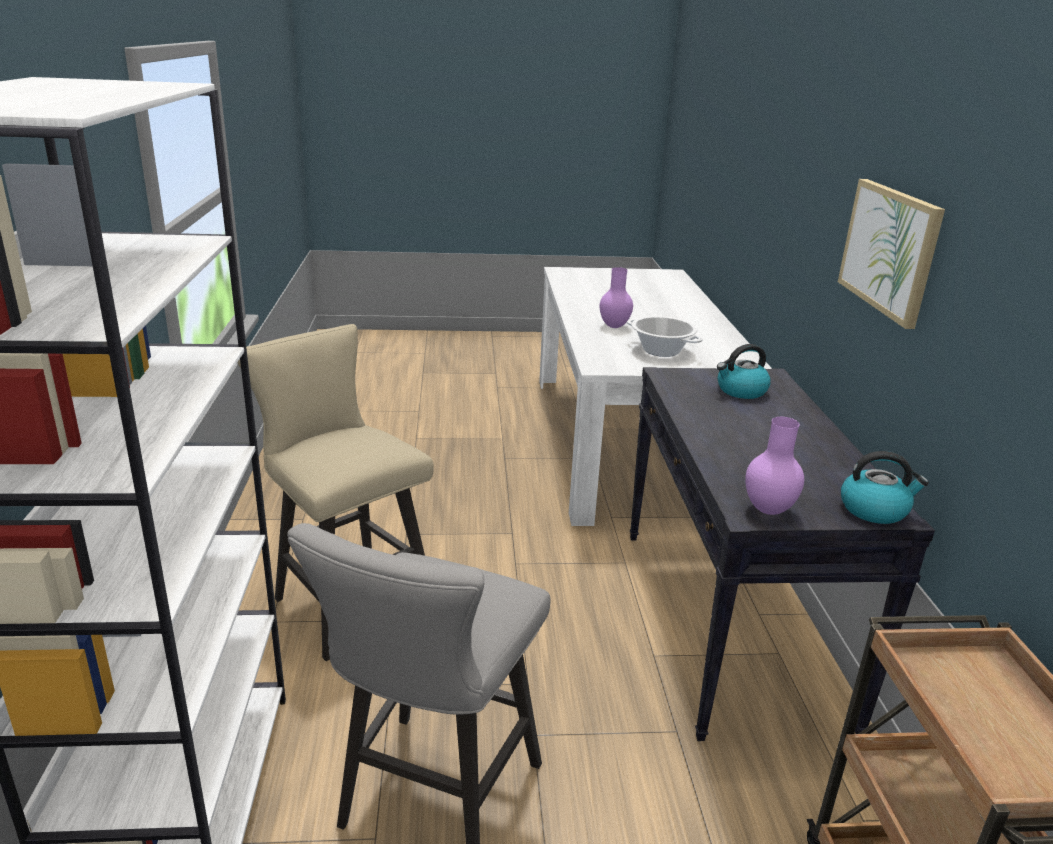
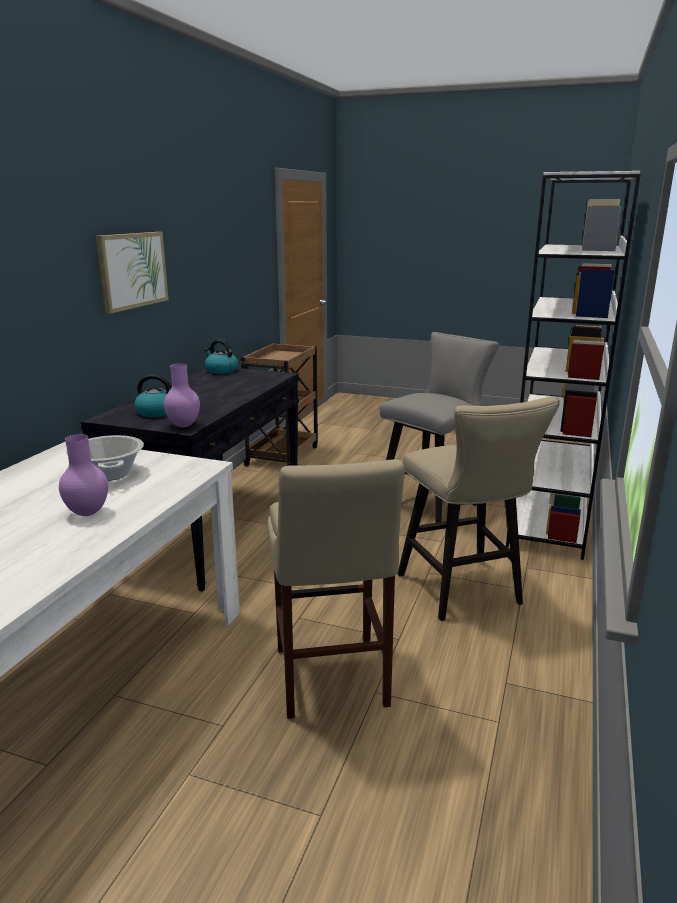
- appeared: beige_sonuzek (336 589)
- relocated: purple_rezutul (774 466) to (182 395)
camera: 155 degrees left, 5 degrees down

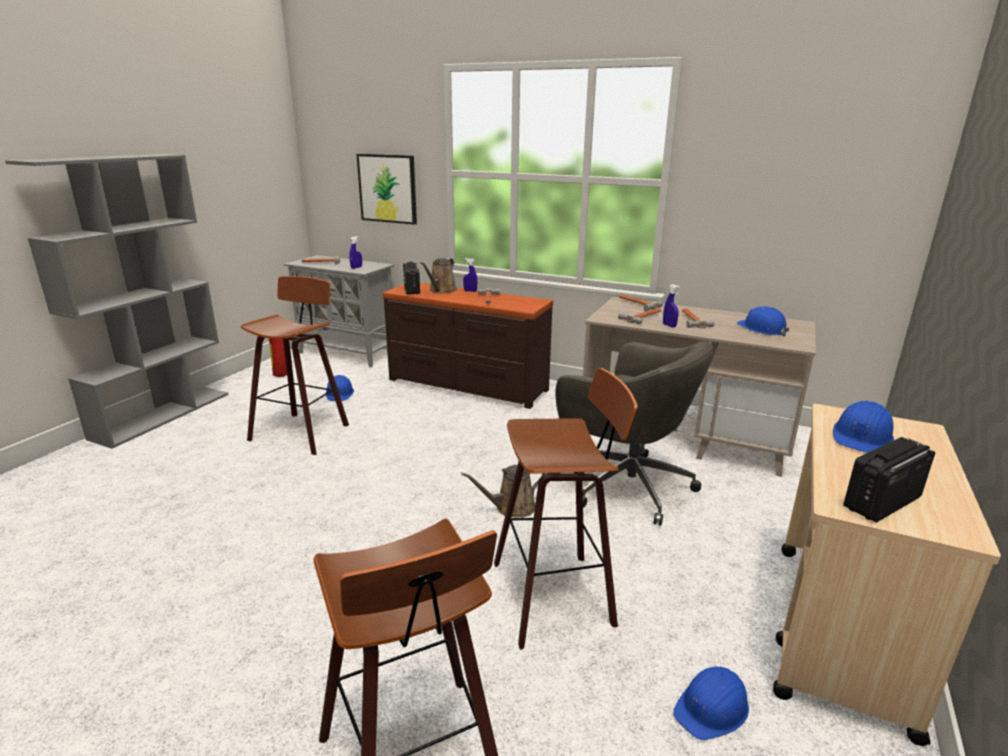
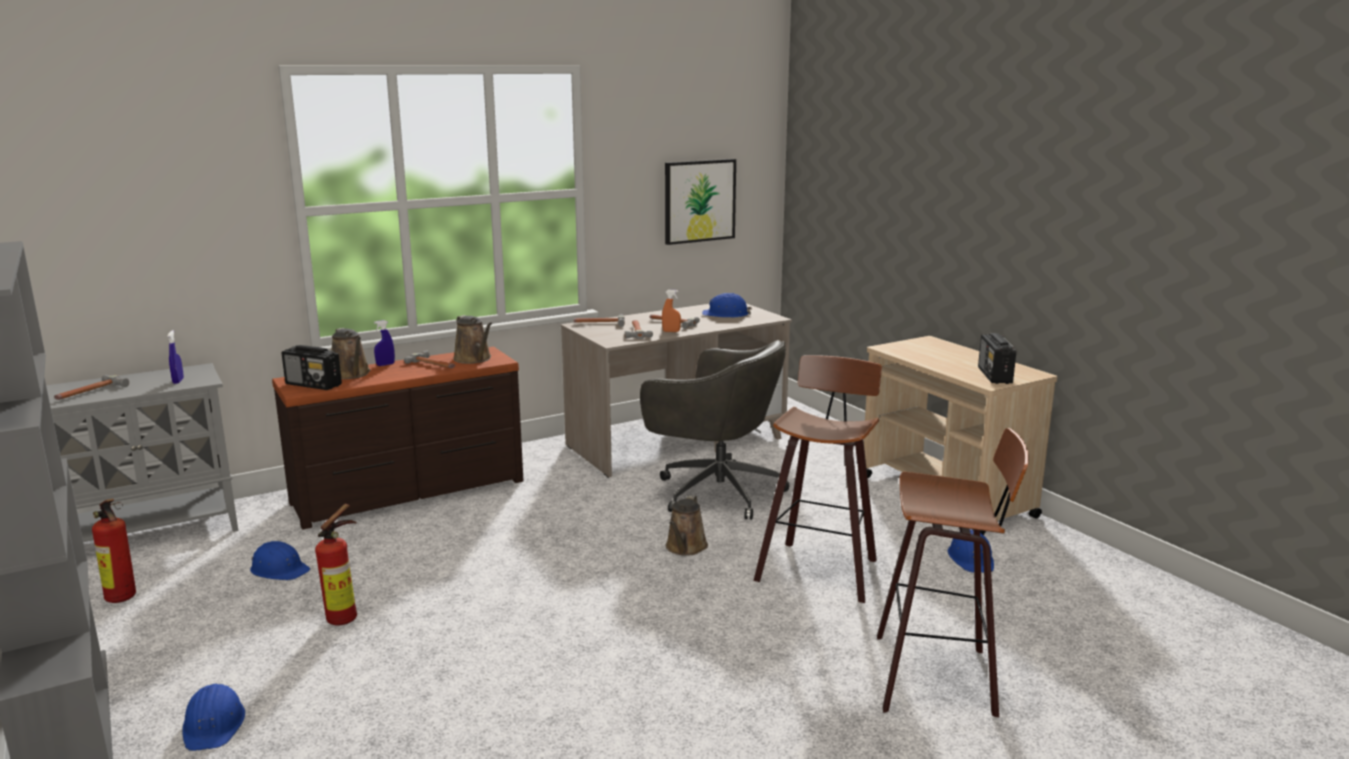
- appeared: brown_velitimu (472 339)
- relocated: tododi (386 189) to (700 202)
- relocated: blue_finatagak (863 427) to (214 717)
- exchanged: sonuzek (295 365) to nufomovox (336 564)
- colour: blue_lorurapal (671 306) to orange_lorurapal (671 311)
- spun: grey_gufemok (634 434) = (714 430) 45 degrees clockwise
camera: 55 degrees left, 5 degrees down

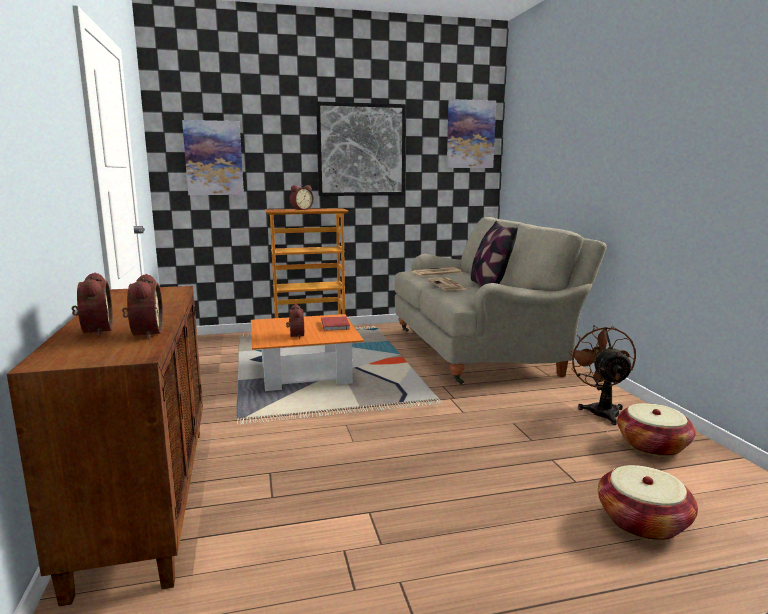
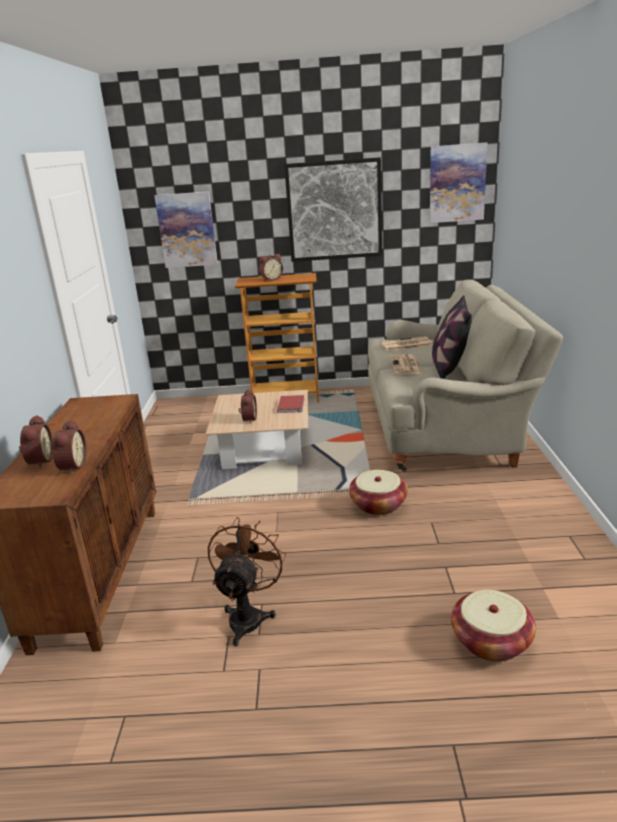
- relocated: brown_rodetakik (602 375) to (247 581)
- relocated: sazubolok (656 430) to (378 492)
- colour: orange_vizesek (307 352) to beige_vizesek (256 429)
camera: 15 degrees right, 10 degrees up

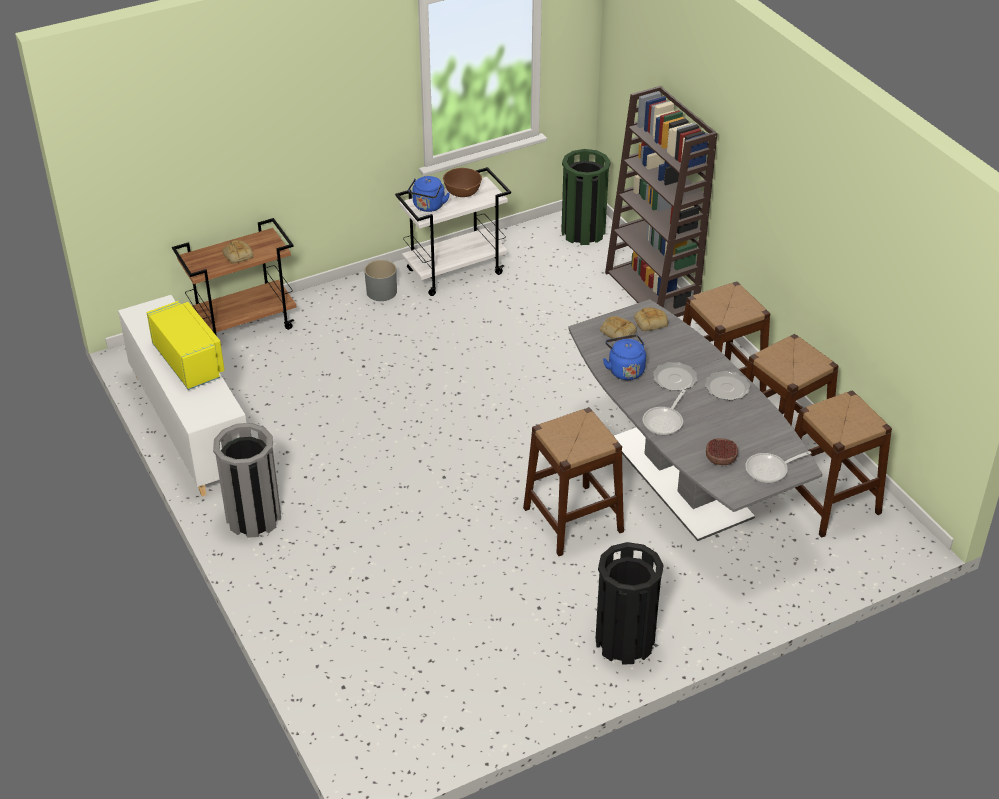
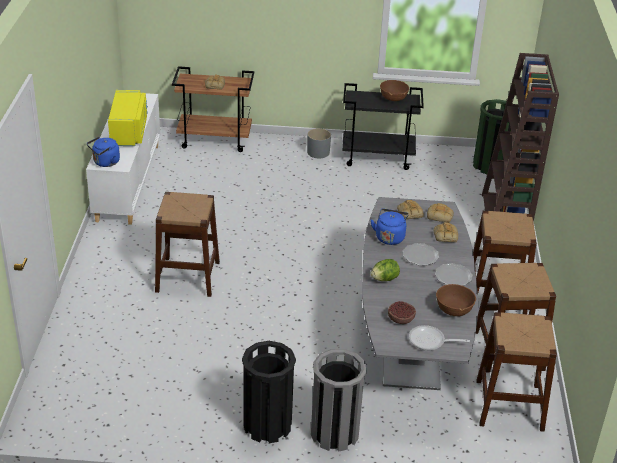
- appeared: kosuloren (446 232)
- appeared: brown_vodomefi (456 300)
- relocated: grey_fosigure (247 480) to (339 400)
- relocated: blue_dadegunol (429 194) to (103 151)
- relocated: brown_sonuzek (573 481) to (187 244)
- exchanged: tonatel (664 412) to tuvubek (385 270)
- colour: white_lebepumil (453 231) to black_lebepumil (383 126)
camera: 30 degrees right, 5 degrees down

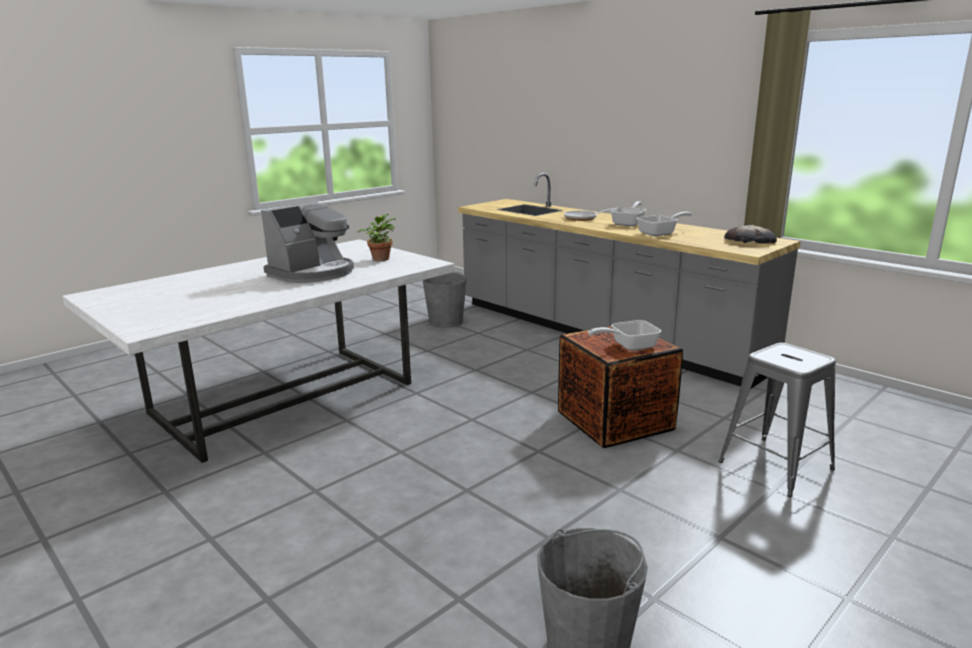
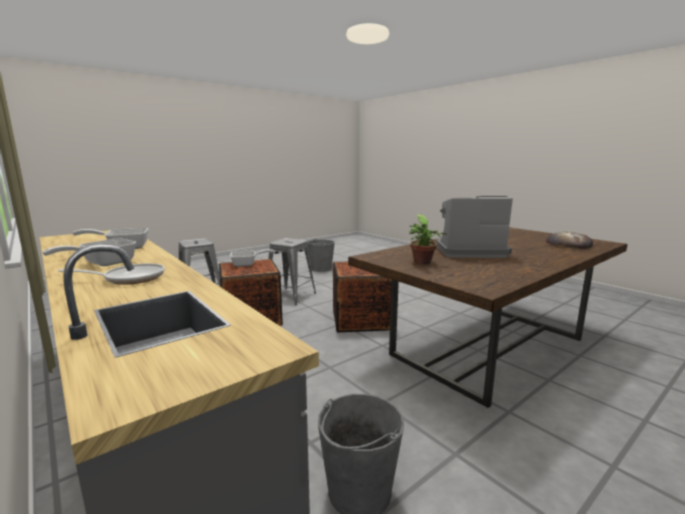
- appeared: grey_sonuzek (292 271)
- appeared: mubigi (362 297)
- relocated: kosuloren (750 234) to (569 240)
- colour: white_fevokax (258 351) to brown_fevokax (487 317)
- spun: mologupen (307 242) = (475 227) 45 degrees clockwise
camera: 175 degrees left, 5 degrees down

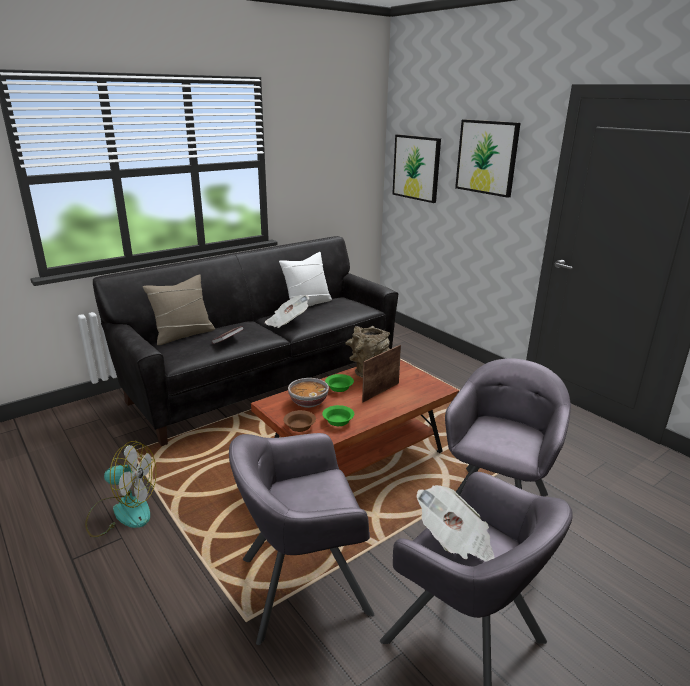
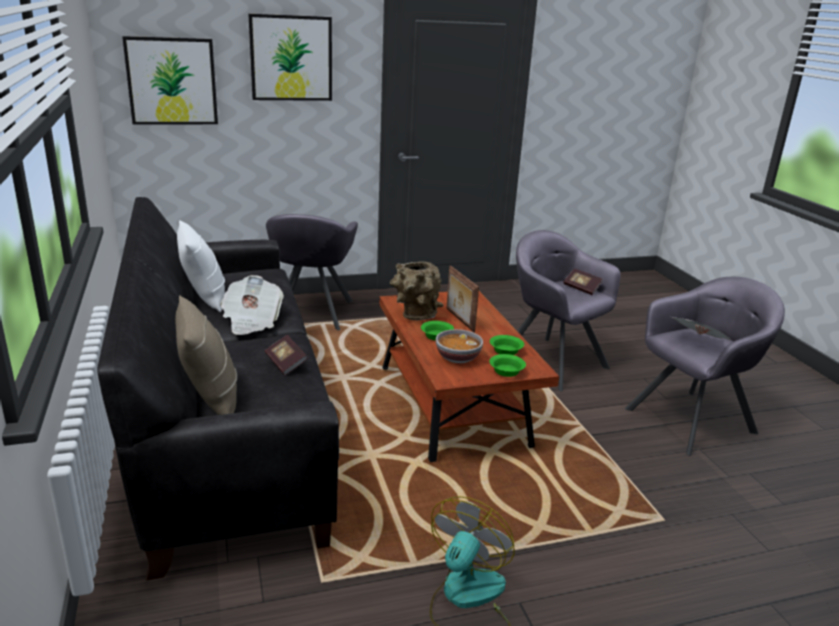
- appeared: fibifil (583 282)
- relocated: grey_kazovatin (302 539) to (312 272)
- colour: brown_vodomefi (299 421) to green_vodomefi (507 365)
camera: 70 degrees left, 0 degrees up

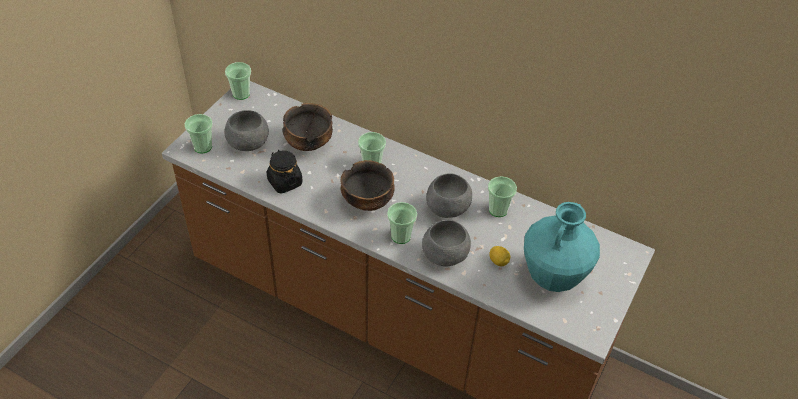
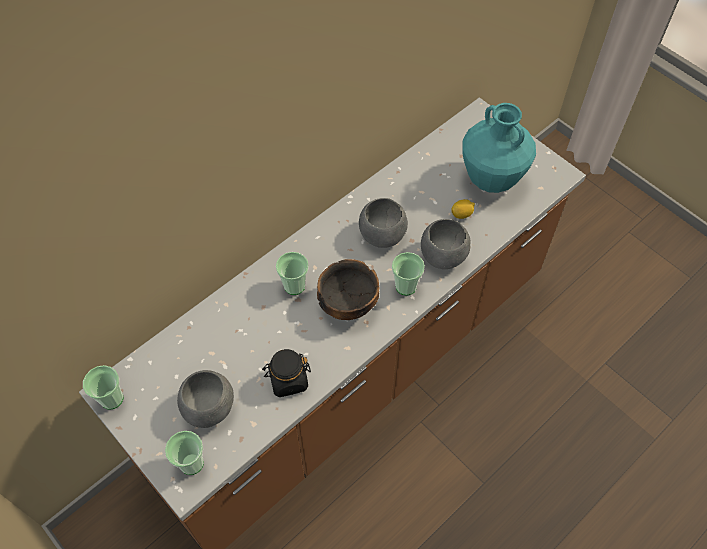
- missing: vodomefi (307 127)
- missing: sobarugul (502 196)
camera: 70 degrees left, 10 degrees up

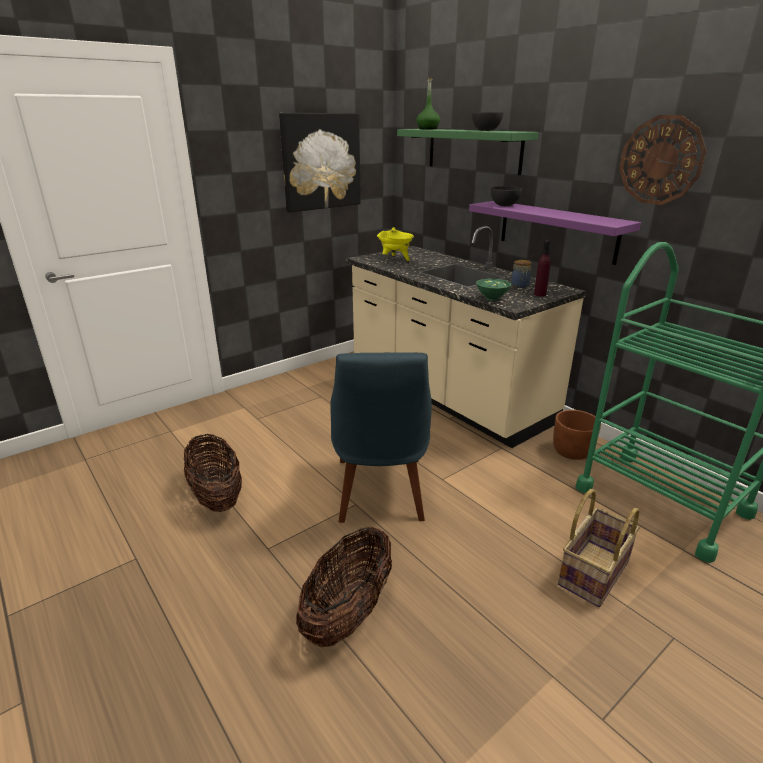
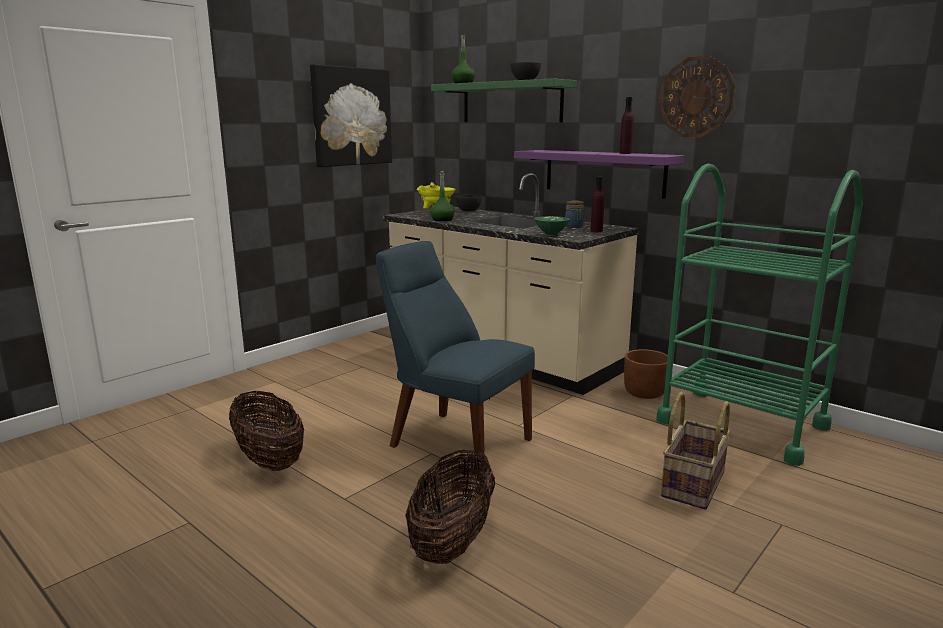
- appeared: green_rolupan (442 196)
- appeared: purple_rolupan (626 125)
- relocated: grey_vodomefi (506 196) to (468 203)
- spun: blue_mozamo (381 437) = (455 360) 135 degrees clockwise
camera: 10 degrees left, 10 degrees down

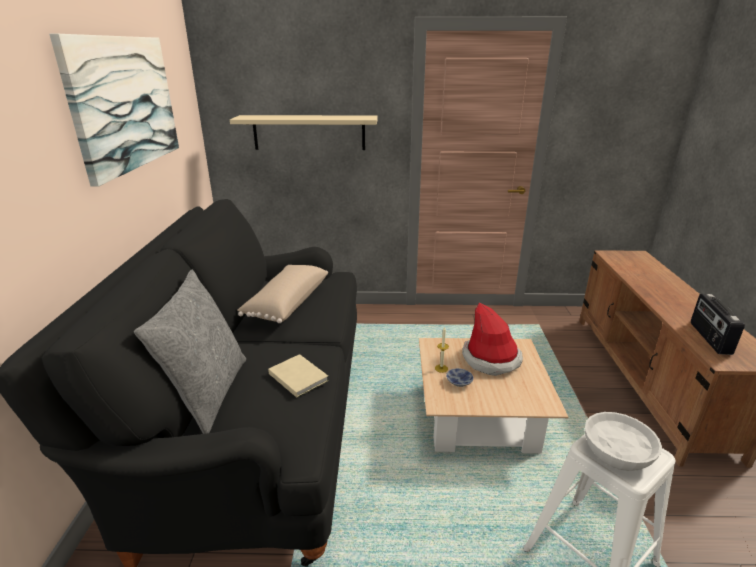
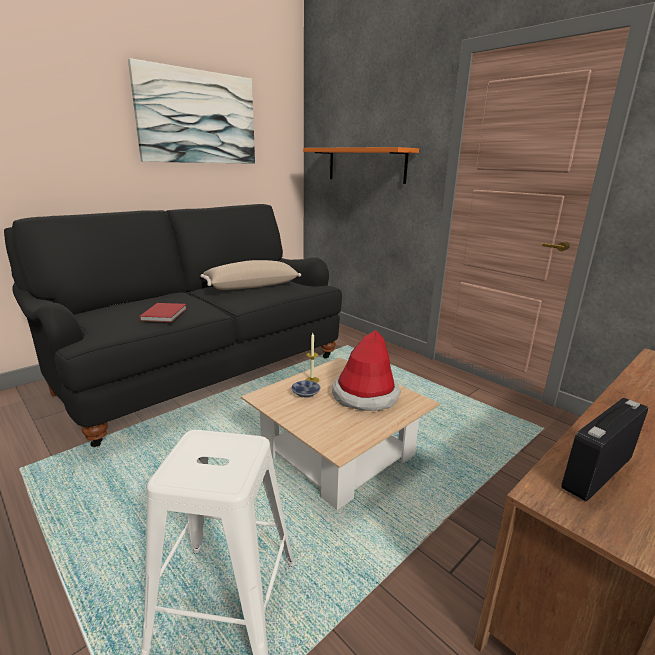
- missing: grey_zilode (190 352)
- missing: white_vodomefi (623 441)
- colour: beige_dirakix (304 132) to orange_dirakix (361 165)
- colour: beige_fibifil (298 375) to red_fibifil (163 312)
camera: 45 degrees right, 5 degrees down

